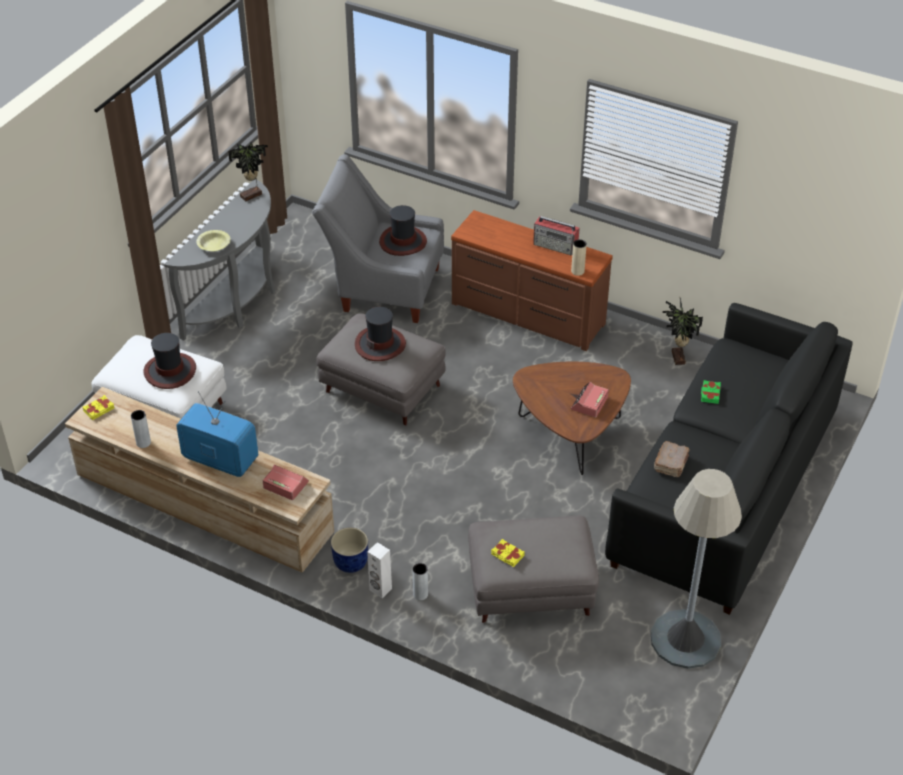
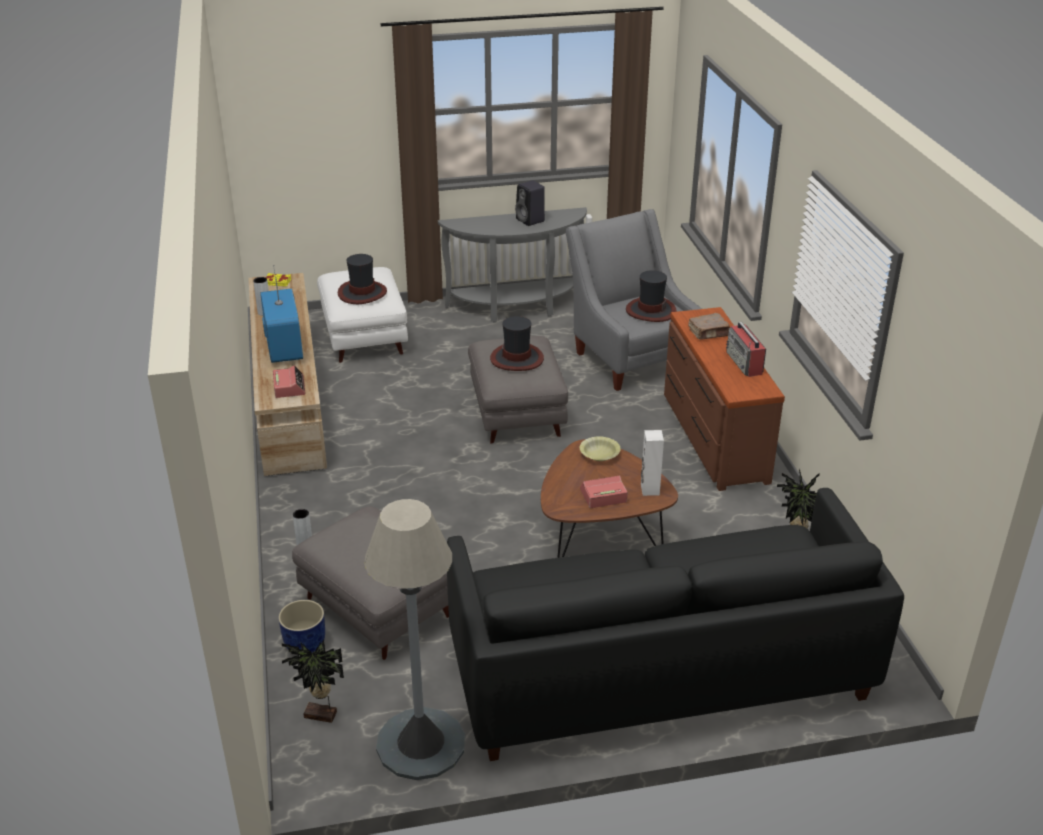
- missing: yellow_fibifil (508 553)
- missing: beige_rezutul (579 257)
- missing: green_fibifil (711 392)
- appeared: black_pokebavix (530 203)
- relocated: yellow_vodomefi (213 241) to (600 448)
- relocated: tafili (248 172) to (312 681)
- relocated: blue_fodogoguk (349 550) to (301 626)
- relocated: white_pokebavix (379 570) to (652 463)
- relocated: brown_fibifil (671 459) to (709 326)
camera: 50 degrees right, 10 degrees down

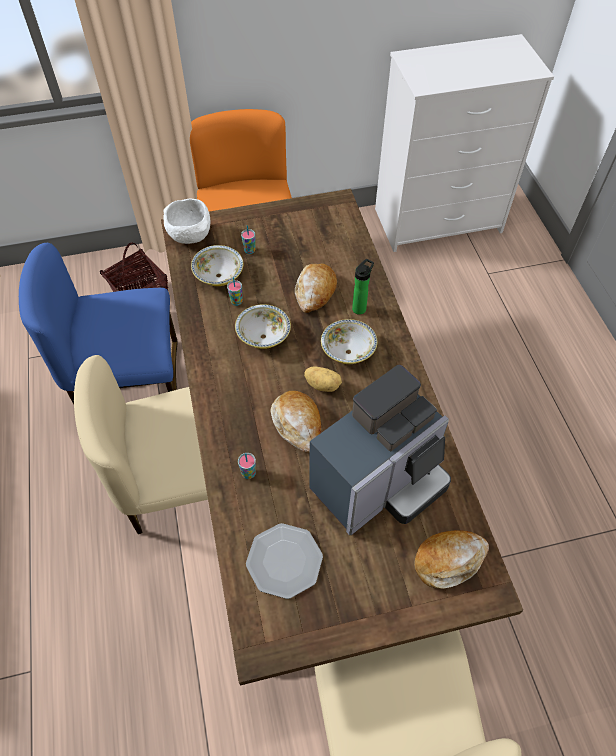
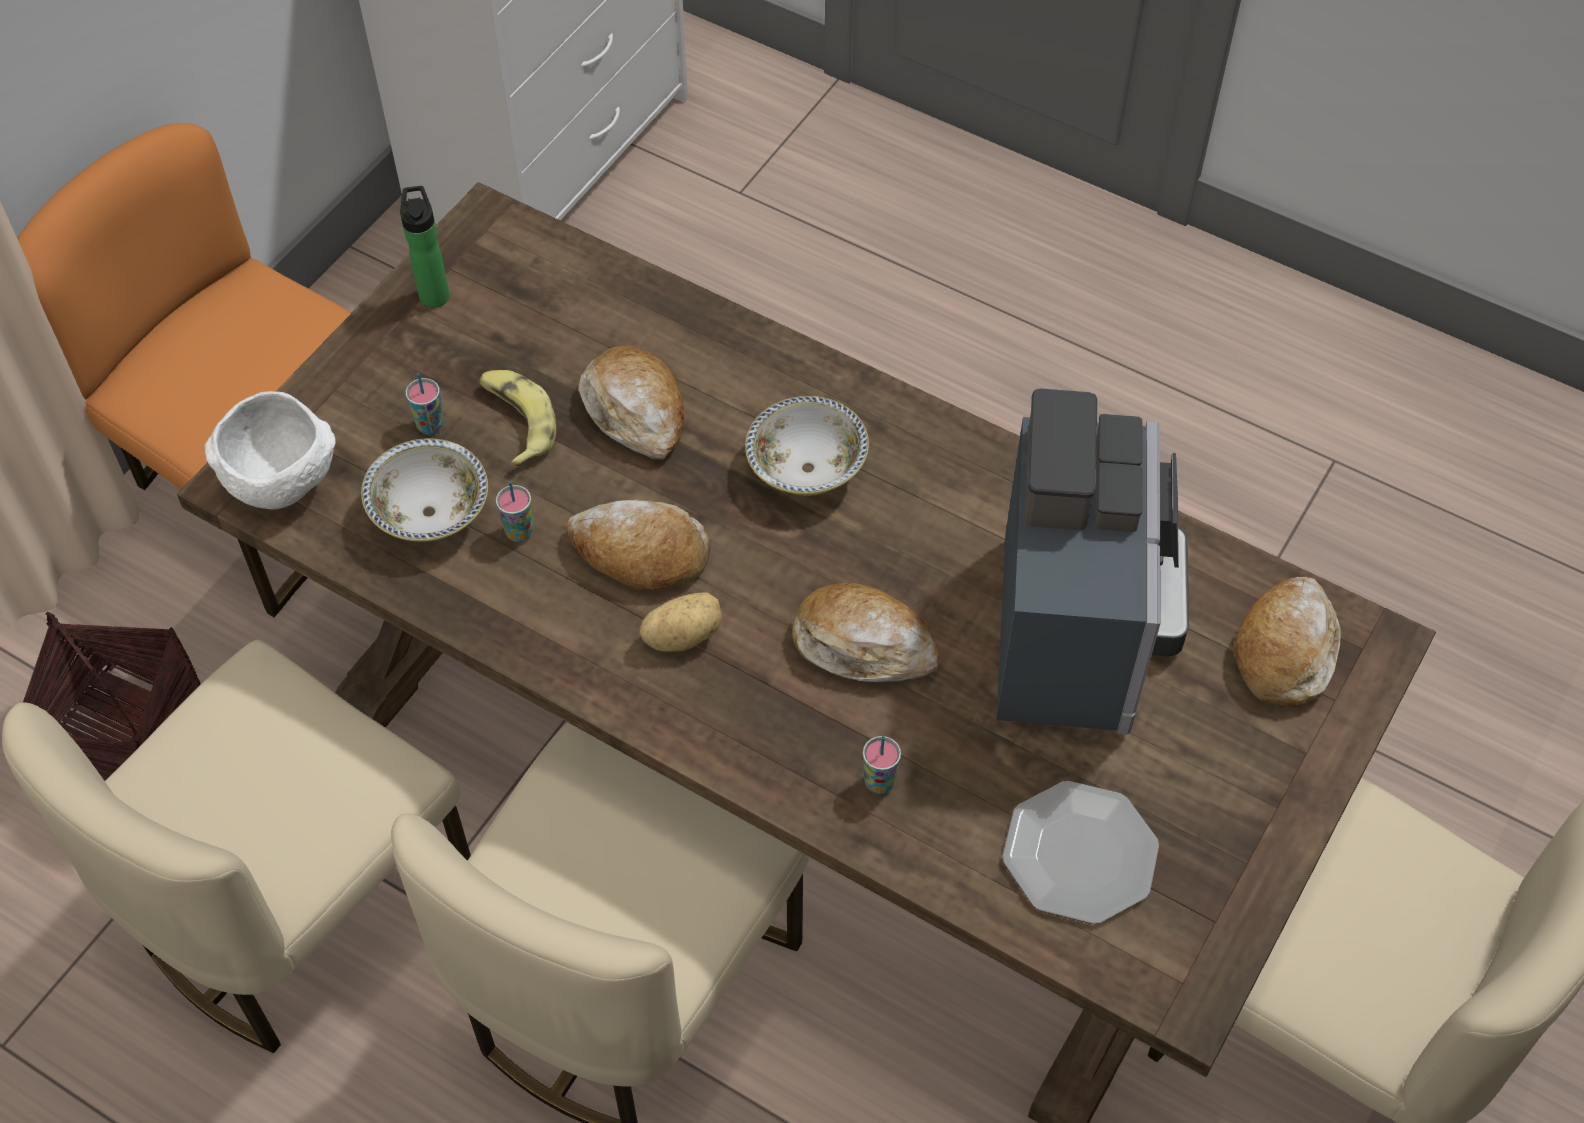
- appeared: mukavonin (517 418)
- relocated: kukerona (323 379) to (681 622)
- relocated: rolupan (363 287) to (425 247)
- exchanged: vodomefi (263 326) to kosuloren (638 545)
- colour: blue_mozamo (98 323) to beige_mozamo (236 846)
camera: 45 degrees left, 0 degrees up

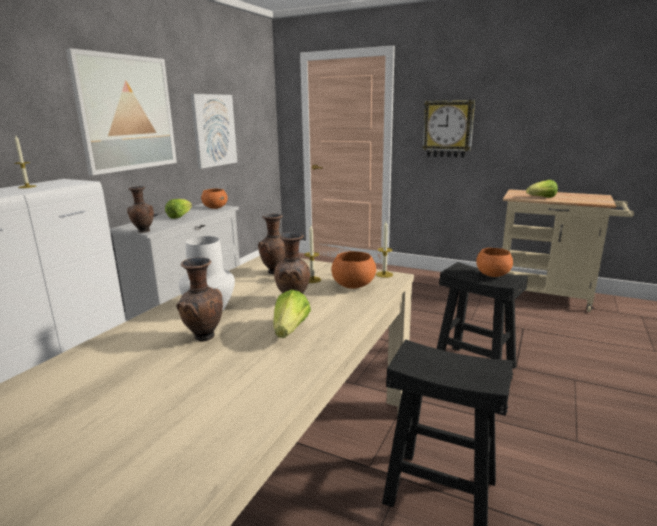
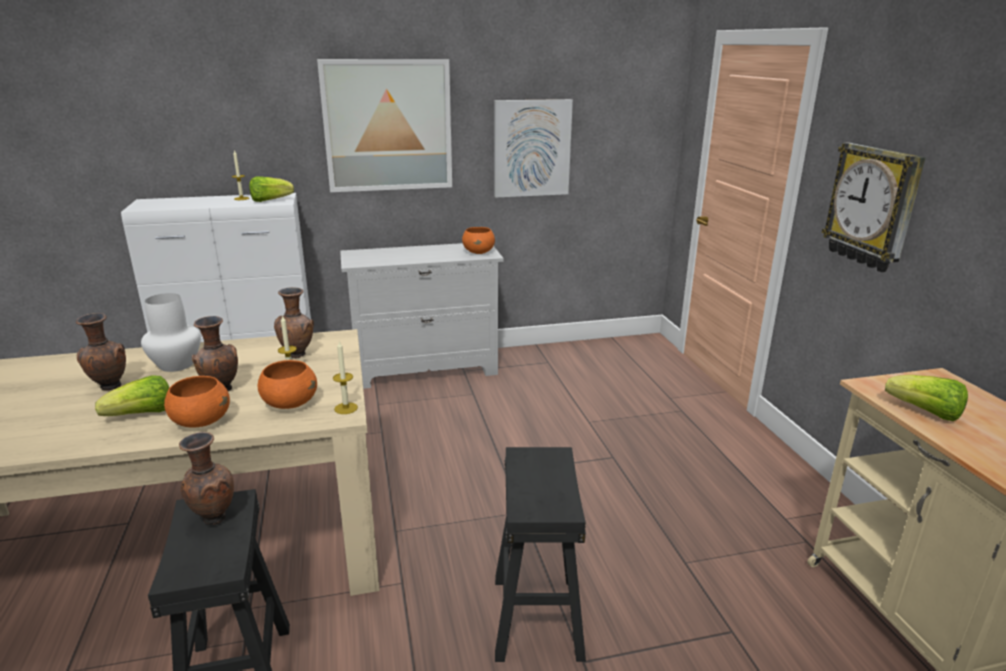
- relocated: brown_rezutul (140 209) to (206 478)
- relocated: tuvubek (178 209) to (271 189)
- relocated: orange_vodomefi (494 262) to (197 402)
camera: 50 degrees right, 5 degrees up

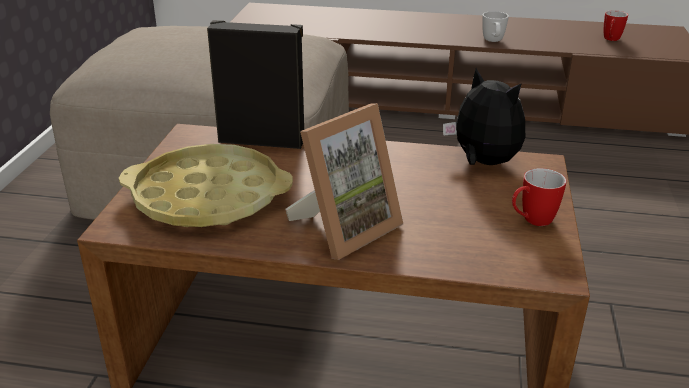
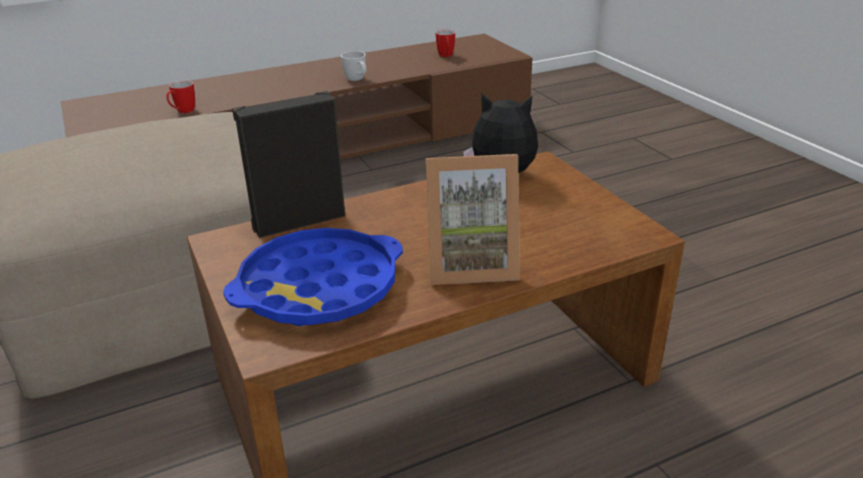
- relocated: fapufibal (539 197) to (180 96)
- colour: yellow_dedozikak (206 185) to blue_dedozikak (313 277)
- spun: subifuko (344 181) = (473 219) 75 degrees clockwise
camera: 35 degrees left, 0 degrees up

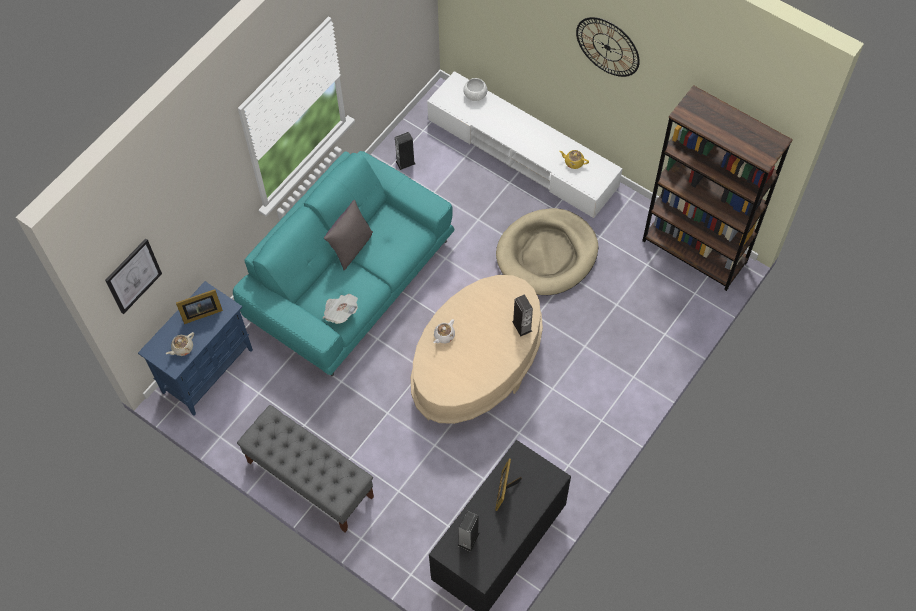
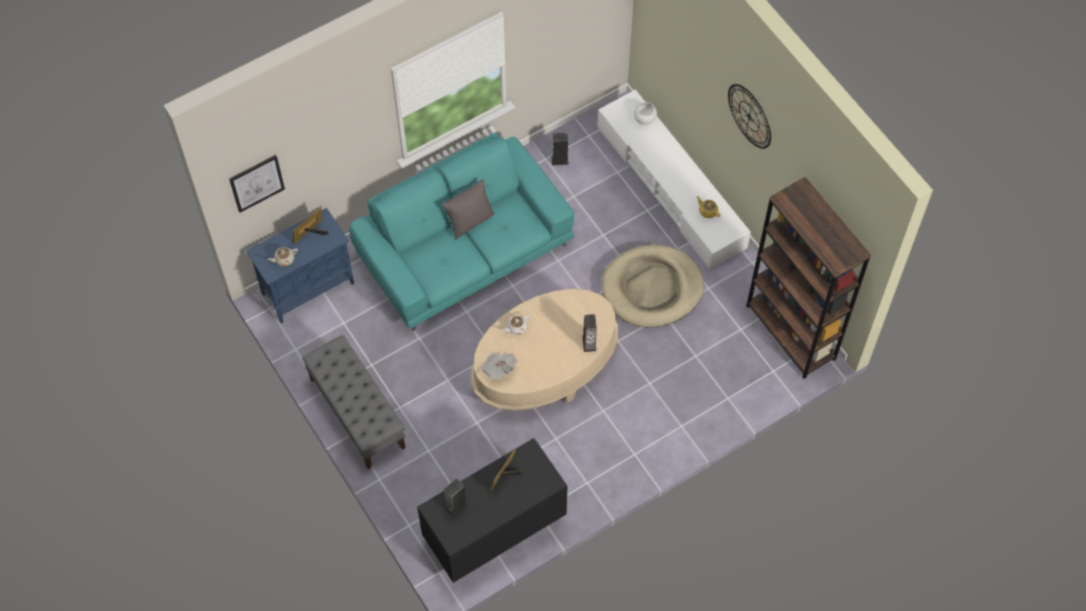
- relocated: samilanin (340 309) to (499 365)
- spun: subifuko (199 306) = (311 226) 135 degrees clockwise
camera: 20 degrees right, 0 degrees up

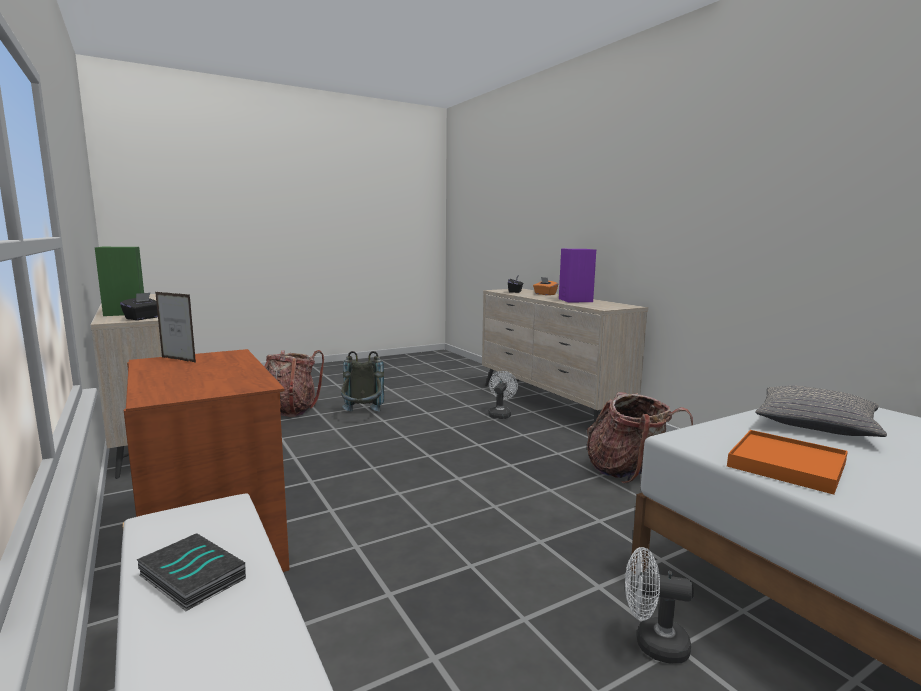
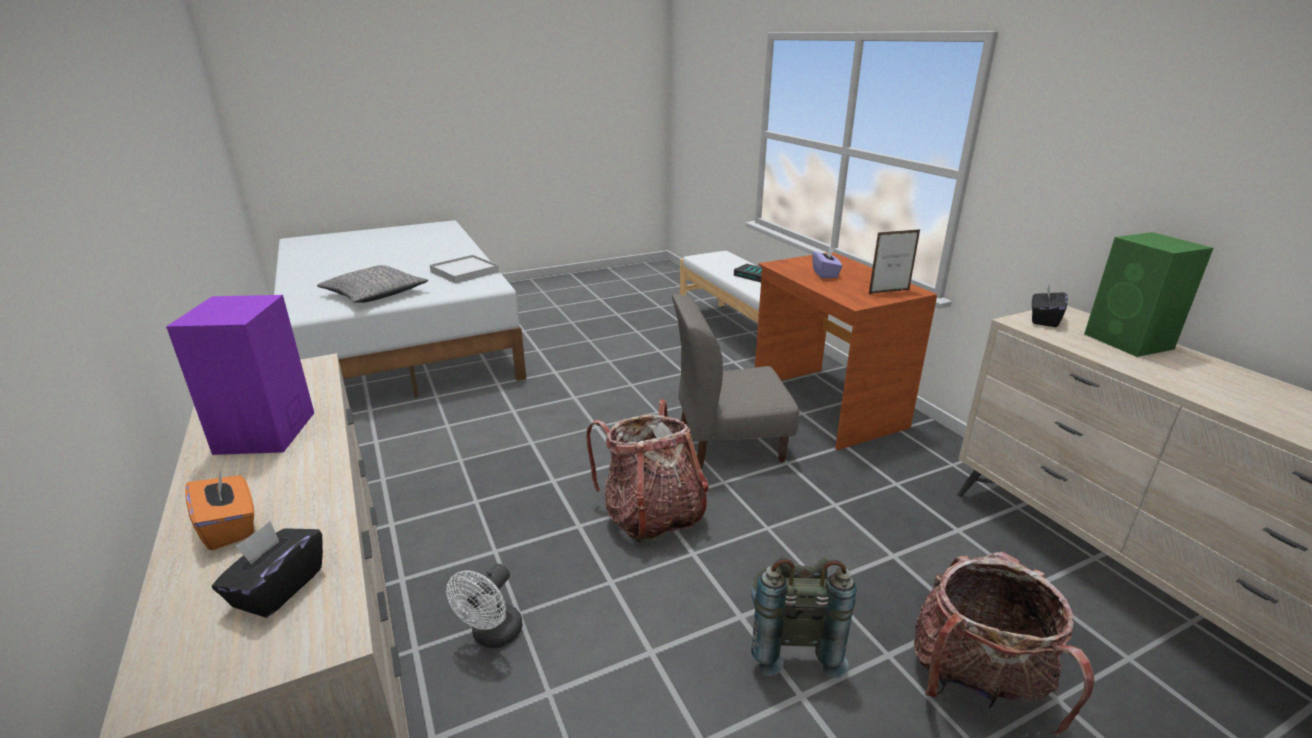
- missing: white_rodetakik (659 605)
- appeared: grey_mozamo (735 381)
- appeared: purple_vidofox (827 262)
- relocated: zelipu (640 438) to (647 471)
- colour: orange_dedozikak (787 462) to white_dedozikak (464 269)
- spun: subifuko (175 327) = (894 261) 135 degrees clockwise
camera: 175 degrees left, 15 degrees up

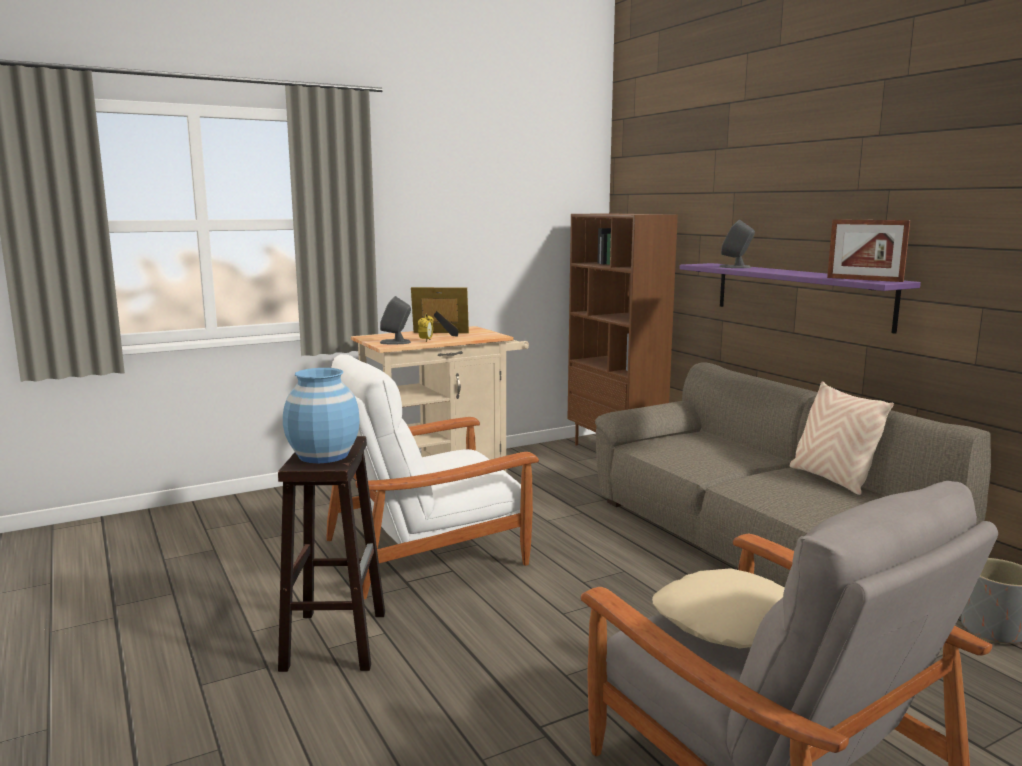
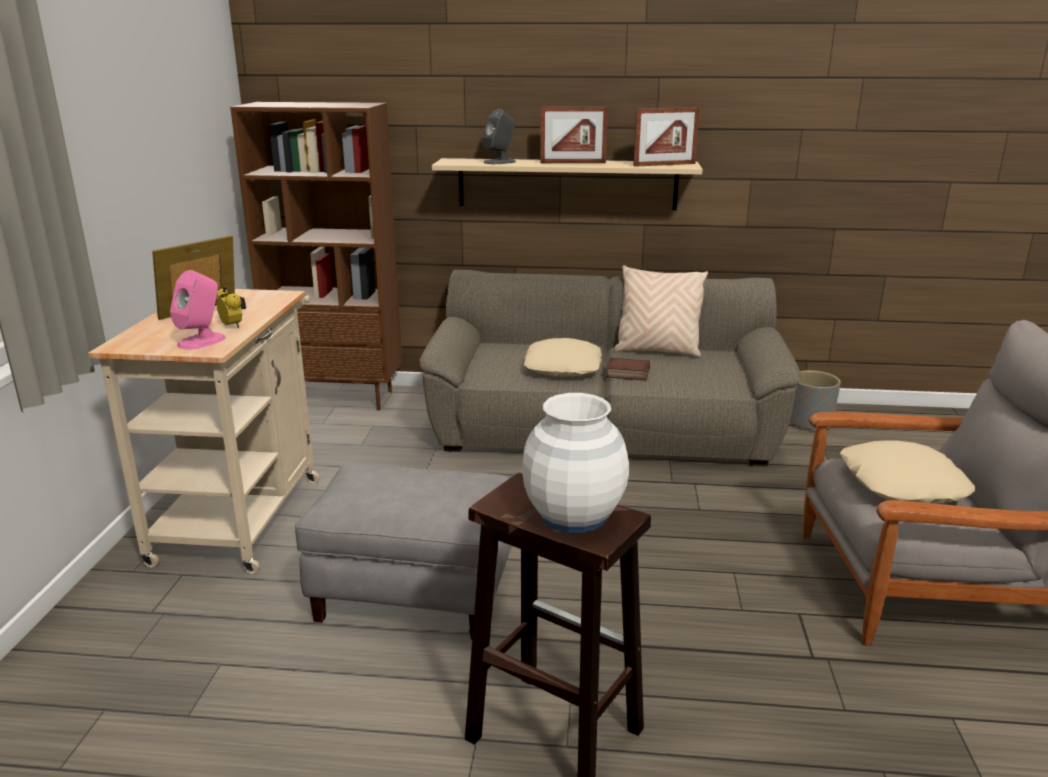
- appeared: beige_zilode (563 357)
- appeared: subifuko (574 135)
- appeared: fibifil (628 369)
- exchanged: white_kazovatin (432 476) to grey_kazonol (403 551)
- colour: blue_rezutul (321 415) to white_rezutul (576 463)
- colour: grey_pokebavix (395 320) to pink_pokebavix (198 310)
- colour: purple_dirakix (800 298) to beige_dirakix (567 184)
camera: 55 degrees left, 10 degrees up

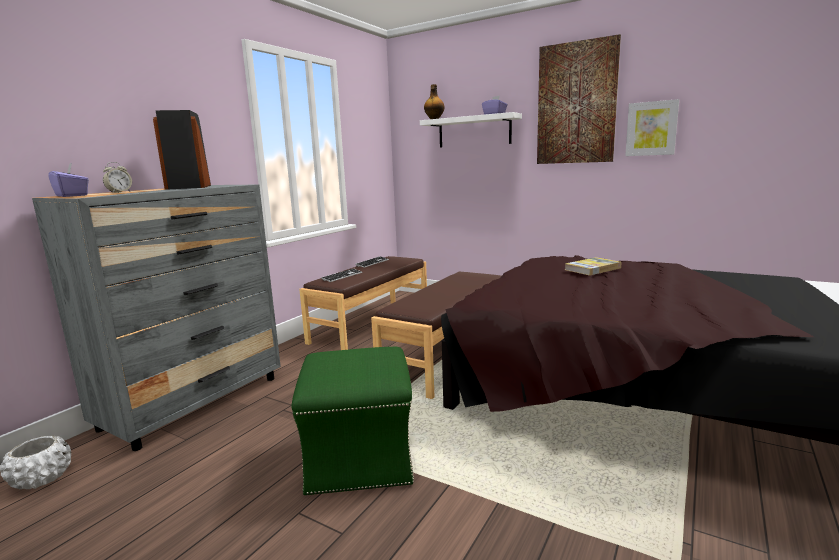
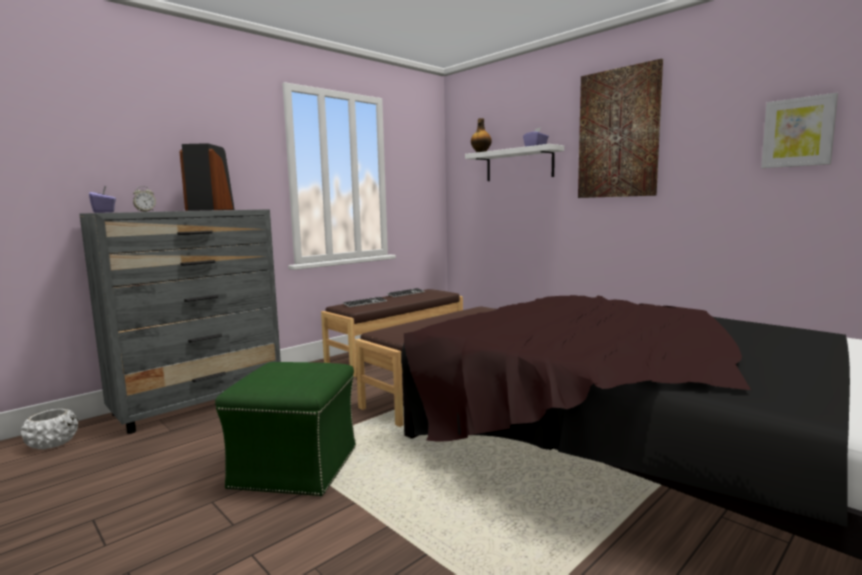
- missing: fibifil (593 266)
- relocated: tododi (652 127) to (799 130)
camera: 15 degrees right, 5 degrees down

